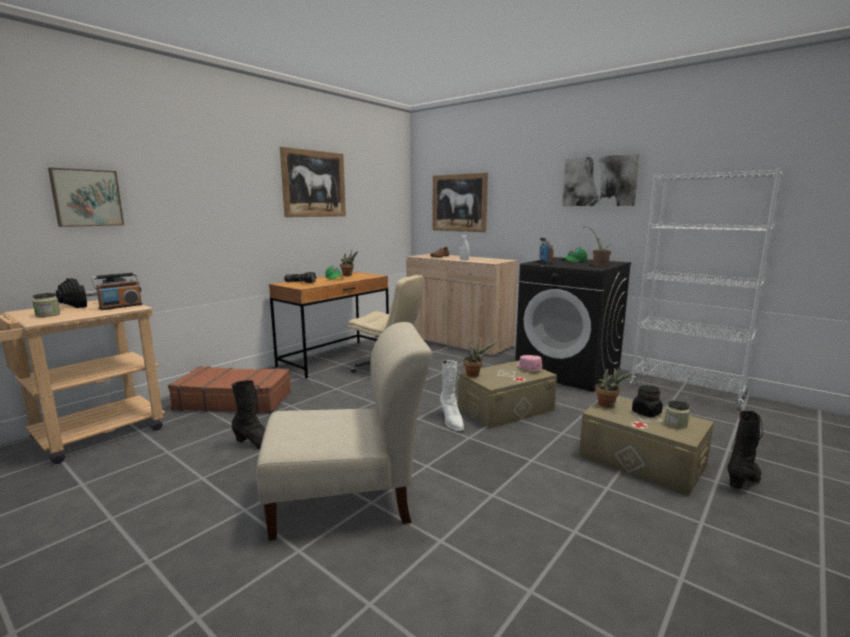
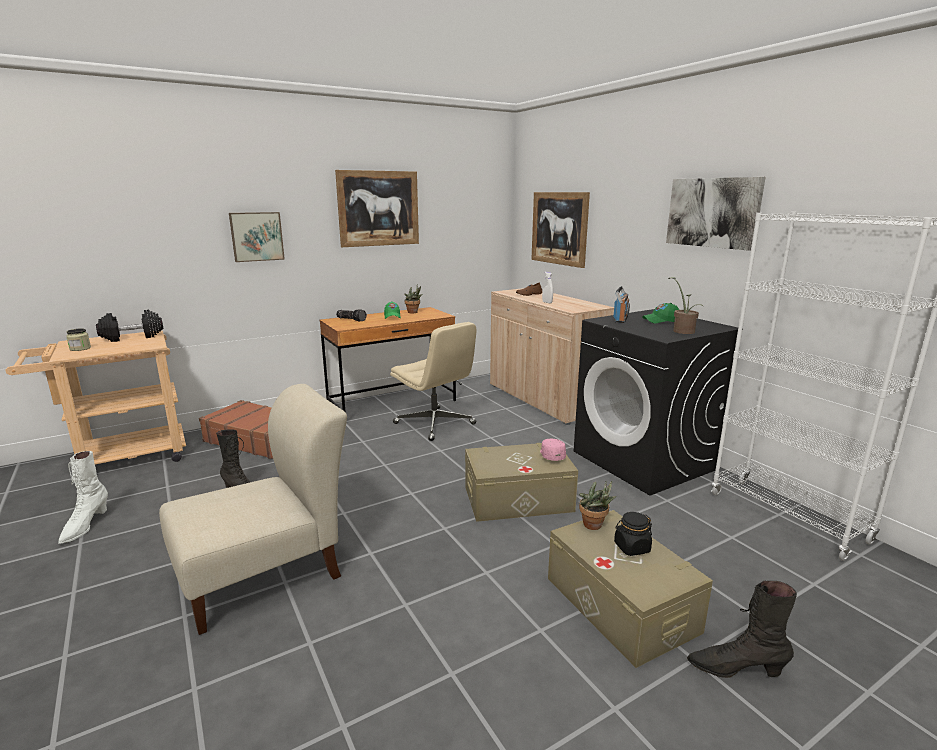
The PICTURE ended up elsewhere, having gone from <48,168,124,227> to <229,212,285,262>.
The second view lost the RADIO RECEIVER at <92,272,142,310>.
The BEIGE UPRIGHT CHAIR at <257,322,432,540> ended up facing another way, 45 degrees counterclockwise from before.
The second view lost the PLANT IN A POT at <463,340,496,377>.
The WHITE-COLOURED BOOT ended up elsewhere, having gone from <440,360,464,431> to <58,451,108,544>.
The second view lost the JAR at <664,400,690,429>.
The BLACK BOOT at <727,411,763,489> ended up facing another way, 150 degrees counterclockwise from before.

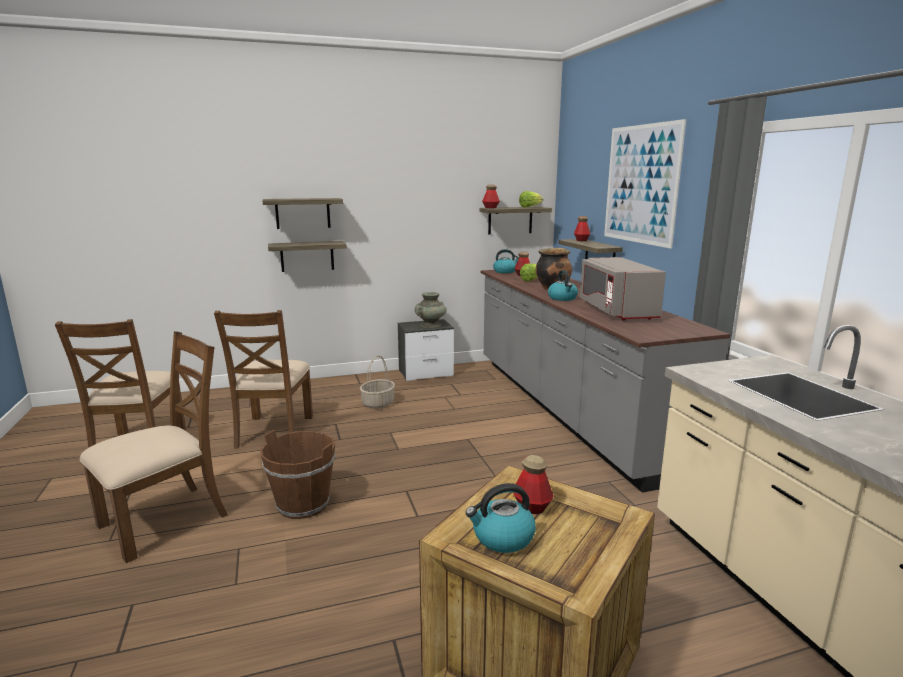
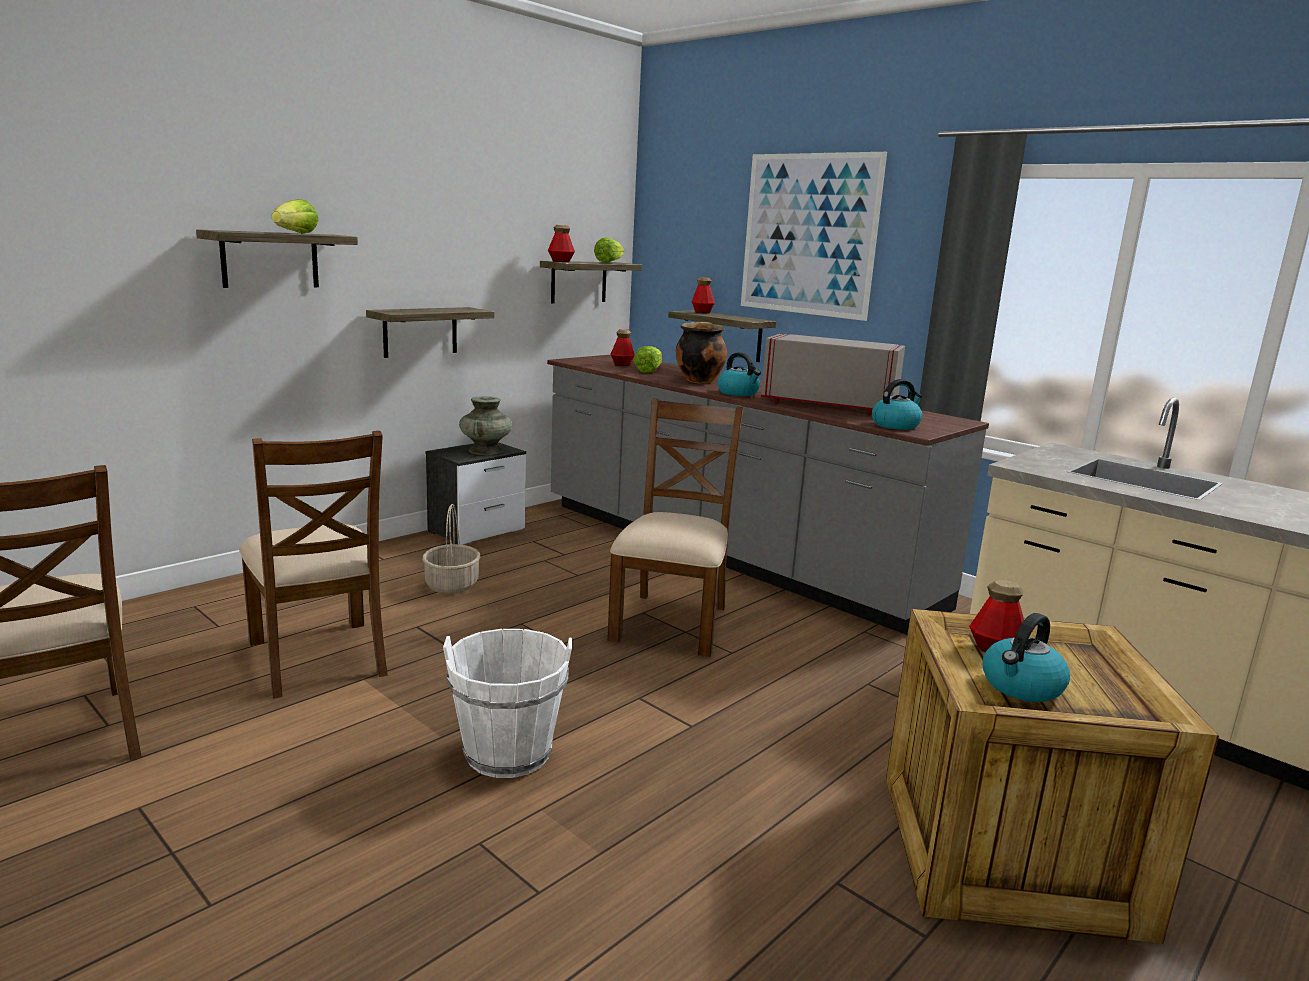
The WALL SHELF ended up elsewhere, having gone from <268,241,347,272> to <366,307,494,358>.
The TEA KETTLE ended up elsewhere, having gone from <493,249,519,273> to <872,379,922,430>.
The GREYISH KITCHEN MICROWAVE at <580,257,666,321> ended up facing another way, 150 degrees clockwise from before.
The BROWN-COLOURED UPRIGHT CHAIR ended up elsewhere, having gone from <80,331,228,563> to <607,398,743,657>.
What was the BROWN-COLOURED PAIL at <260,430,336,519> turned into the WHITE-COLOURED PAIL at <443,629,572,778>.
The second view gained the LETTUCE at <272,199,319,234>.

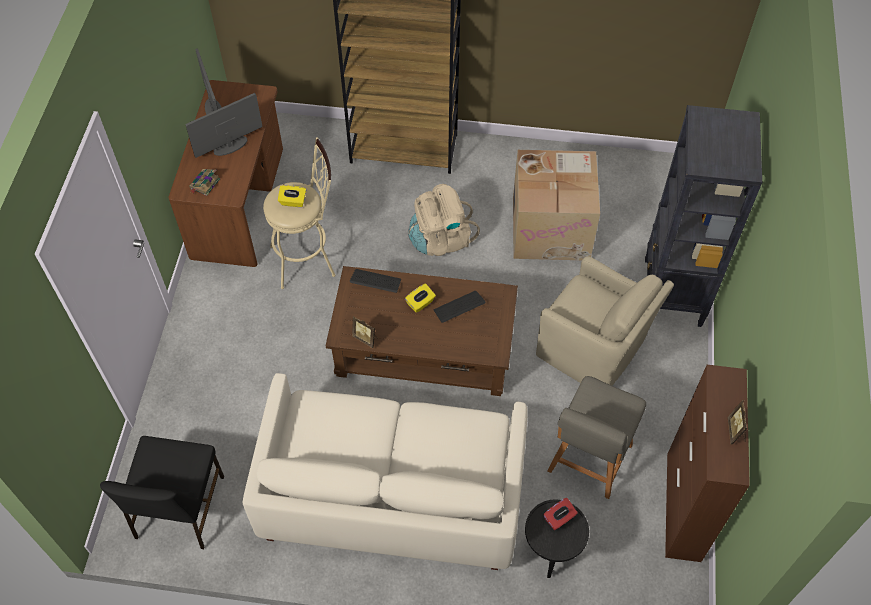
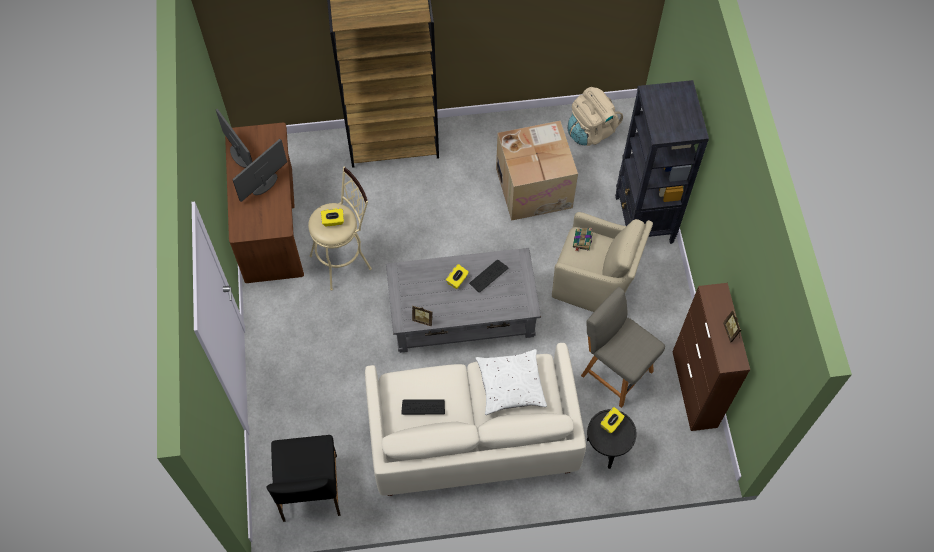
The VOLUME ended up elsewhere, having gone from <189,169,220,196> to <573,228,593,251>.
The BEIGE RUCKSACK ended up elsewhere, having gone from <408,184,480,256> to <568,87,623,146>.
What was the BROWN-COLOURED LOUNGE TABLE at <326,266,518,396> turned into the GREYISH LOUNGE TABLE at <386,248,541,353>.
The KEYBOARD ended up elsewhere, having gone from <350,269,401,293> to <401,399,445,415>.
The GREYISH UPRIGHT CHAIR at <547,376,646,499> ended up facing another way, 120 degrees clockwise from before.
What was the RED BOX OF TISSUES at <543,498,577,530> turned into the YELLOW-COLOURED BOX OF TISSUES at <600,407,625,433>.
The second view gained the WHITE-COLOURED PILLOW at <476,349,547,415>.

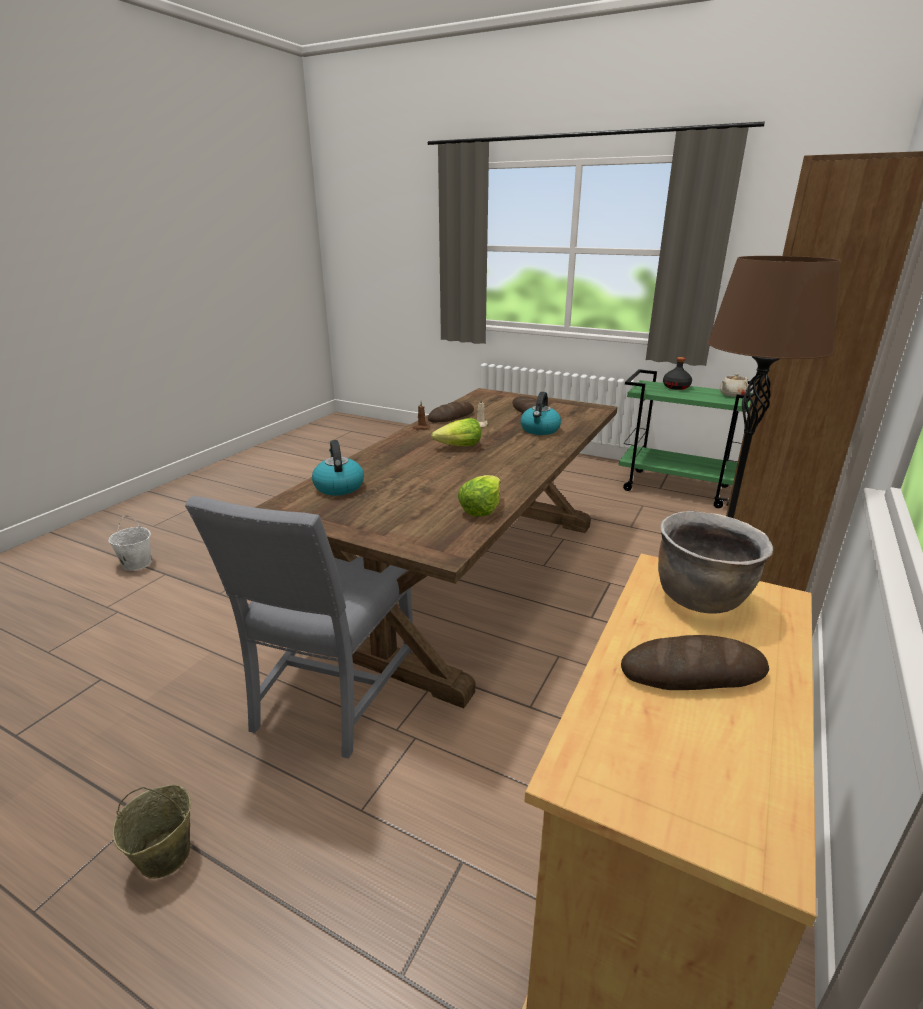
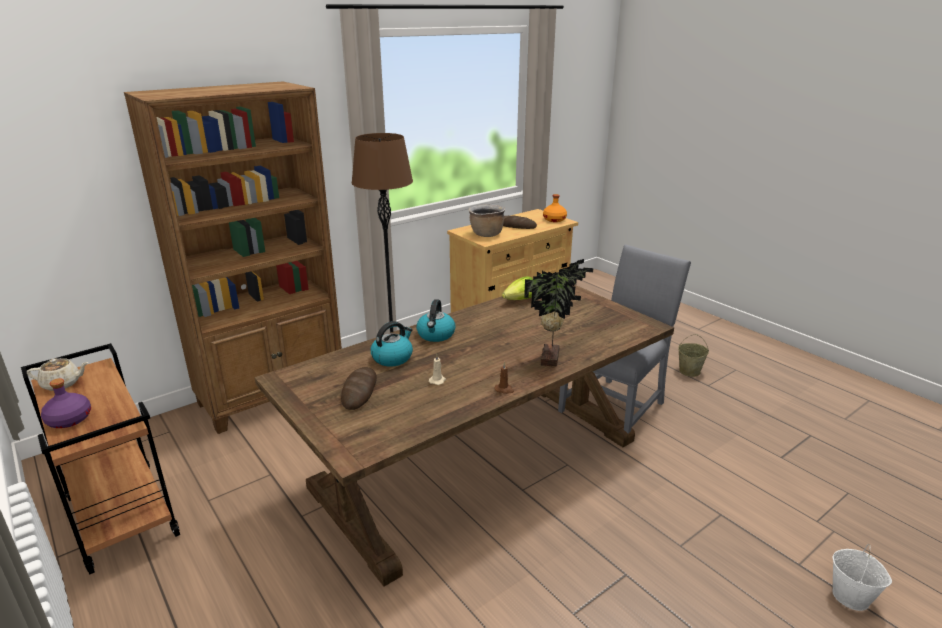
What was the BLACK DRINK BOTTLE at <663,357,692,390> turned into the PURPLE DRINK BOTTLE at <41,378,91,428>.
What was the GREEN WHEELED CART at <619,369,753,508> turned into the BROWN-COLOURED WHEELED CART at <21,343,180,575>.
The second view lost the BREAD at <428,402,474,423>.
The second view lost the LETTUCE at <431,418,481,446>.
The TEA KETTLE ended up elsewhere, having gone from <312,440,364,496> to <416,299,456,342>.
The second view gained the ORANGE DRINK BOTTLE at <543,194,567,222>.
The second view gained the PLANT IN A POT at <524,259,593,367>.

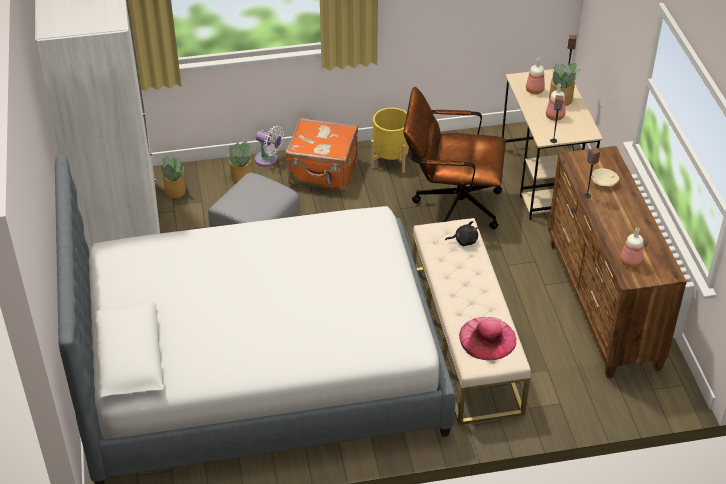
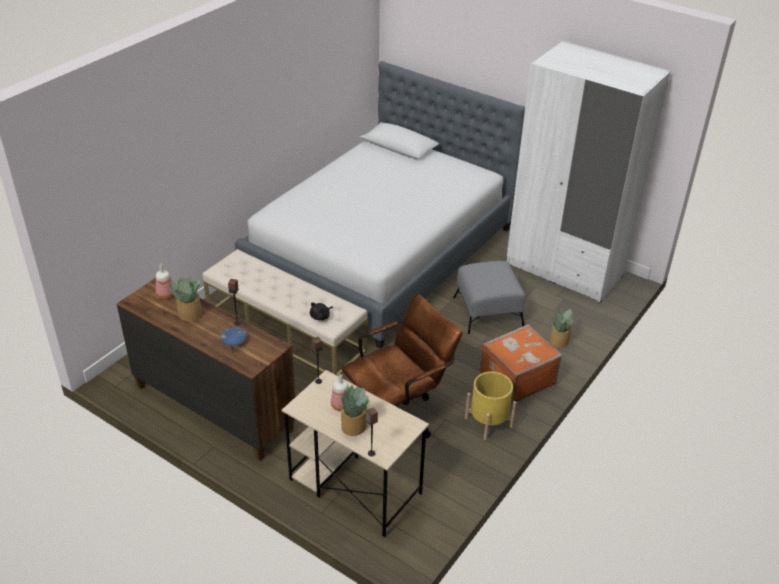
The second view lost the DRINK BOTTLE at <526,58,545,94>.
The second view lost the WHITE-COLOURED ELECTRIC FAN at <255,126,284,166>.
The PLANT IN A POT ended up elsewhere, having gone from <158,155,186,198> to <169,277,202,321>.
What was the BEIGE BOWL at <591,168,619,187> turned into the BLUISH BOWL at <220,328,247,346>.
The second view lost the PINK-COLOURED WEARABLE HAT at <459,317,516,361>.

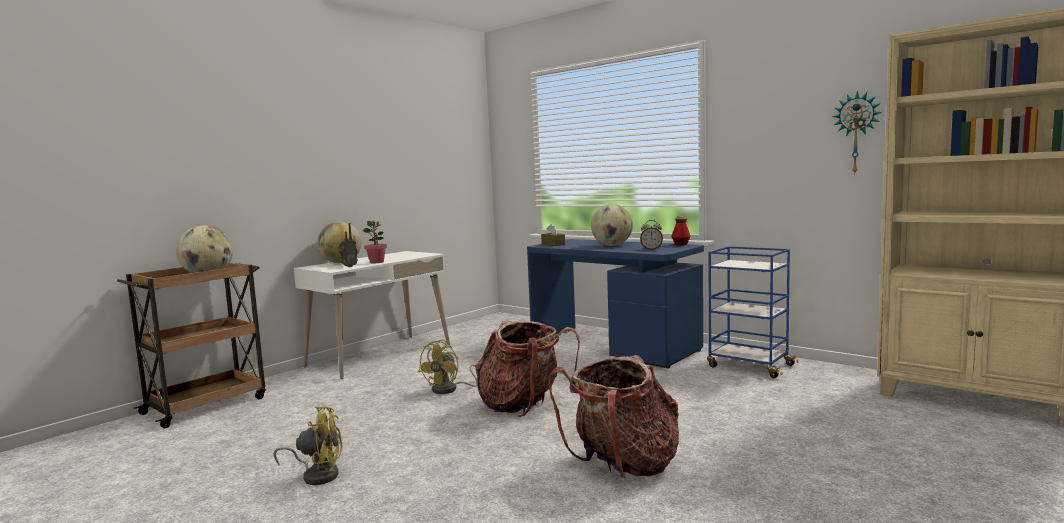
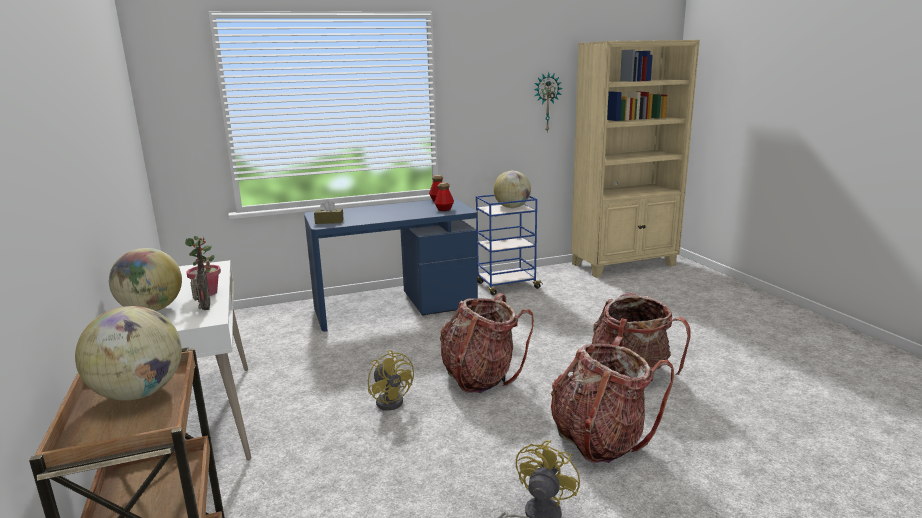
The DESK GLOBE ended up elsewhere, having gone from <591,204,633,246> to <494,171,531,208>.
Where the TABLE CLOCK stood at <640,220,663,250>, the DRINK BOTTLE came to stand at <434,182,454,211>.
The second view gained the RUCKSACK at <551,336,674,463>.

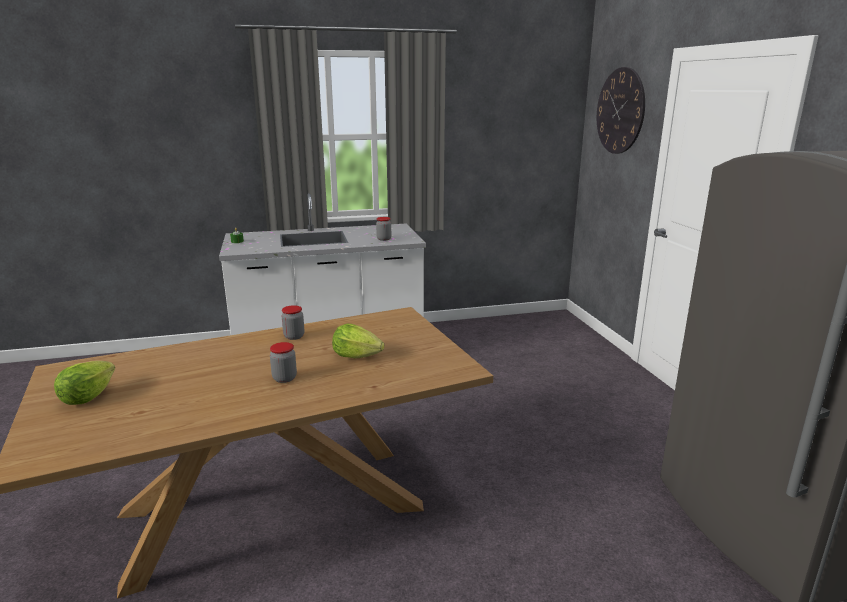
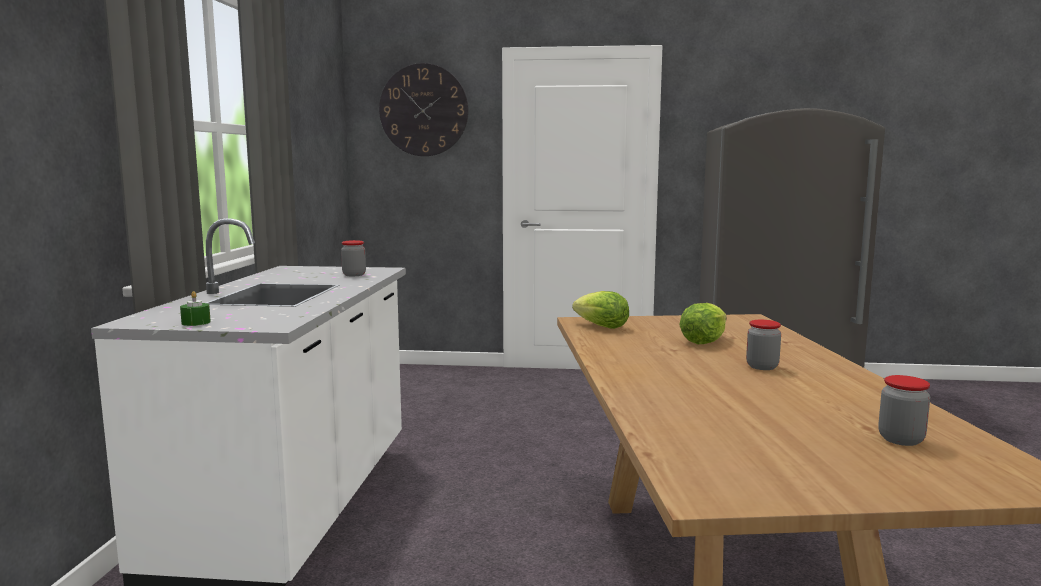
The JAR ended up elsewhere, having gone from <282,305,304,340> to <878,375,930,446>.
The LETTUCE ended up elsewhere, having gone from <54,361,115,405> to <572,291,629,329>.

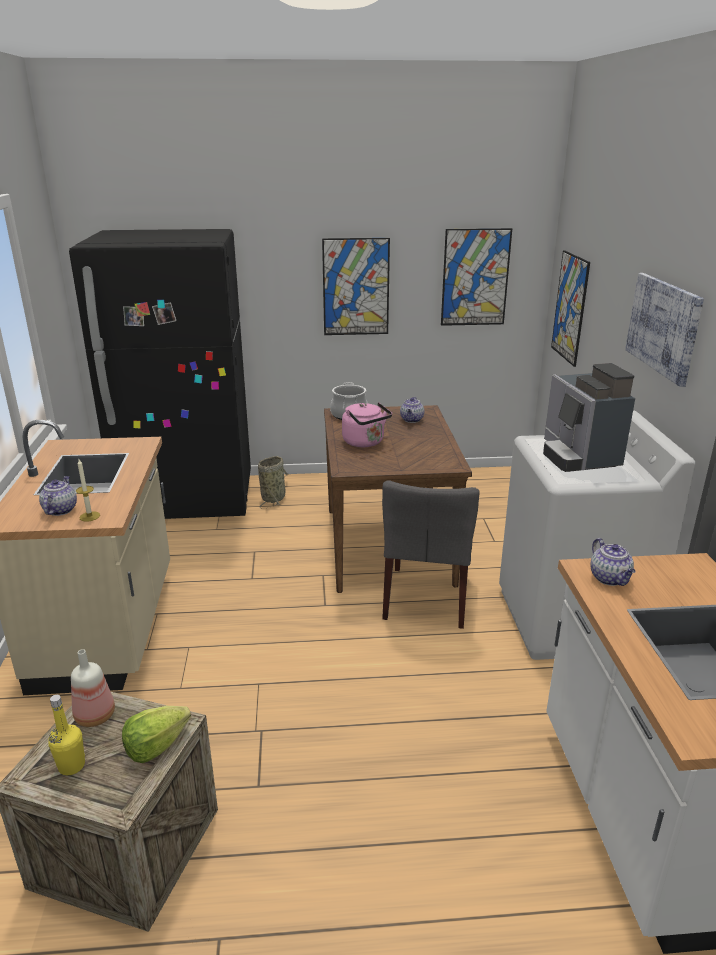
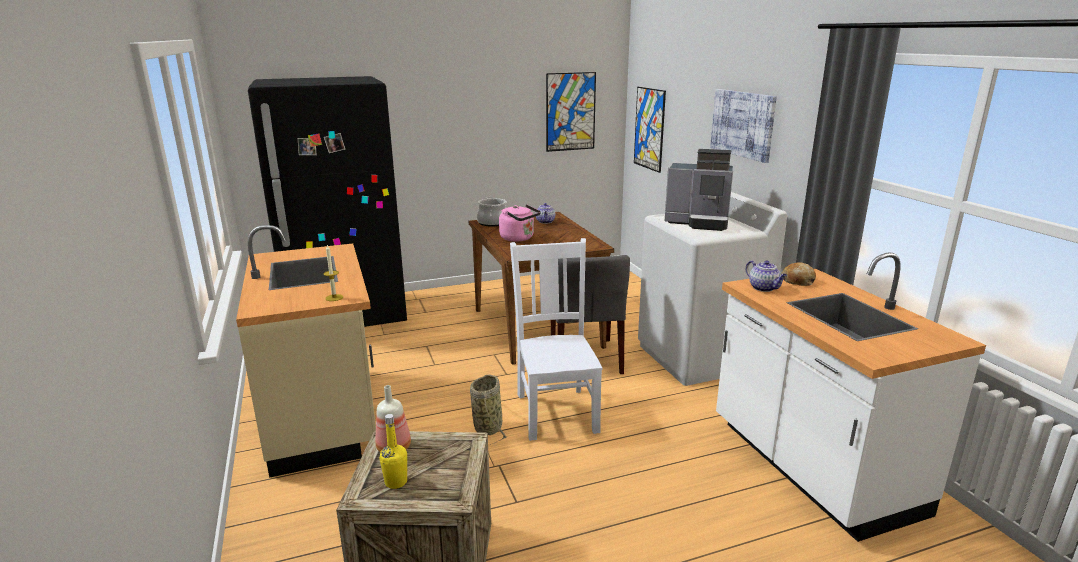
The second view lost the PICTURE at <322,238,390,335>.
The COFFEE MAKER at <543,363,635,472> ended up facing another way, 45 degrees counterclockwise from before.
The STORAGE BASKET ended up elsewhere, having gone from <258,456,288,509> to <470,374,508,445>.
The second view lost the TEA POT at <39,476,77,516>.
The second view lost the LETTUCE at <122,706,191,763>.
The second view gained the WHITE-COLOURED UPRIGHT CHAIR at <510,238,603,441>.
The second view gained the BREAD at <781,262,816,286>.

